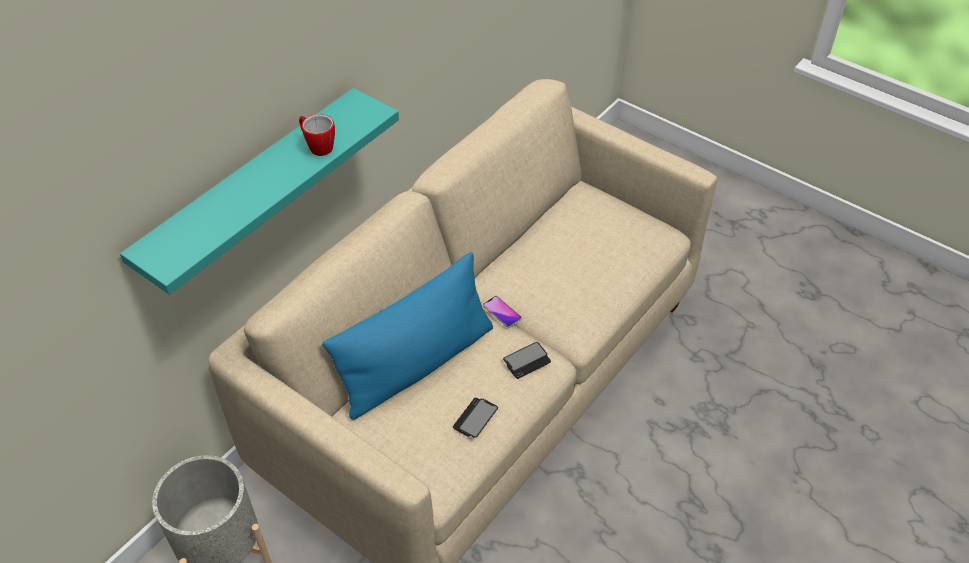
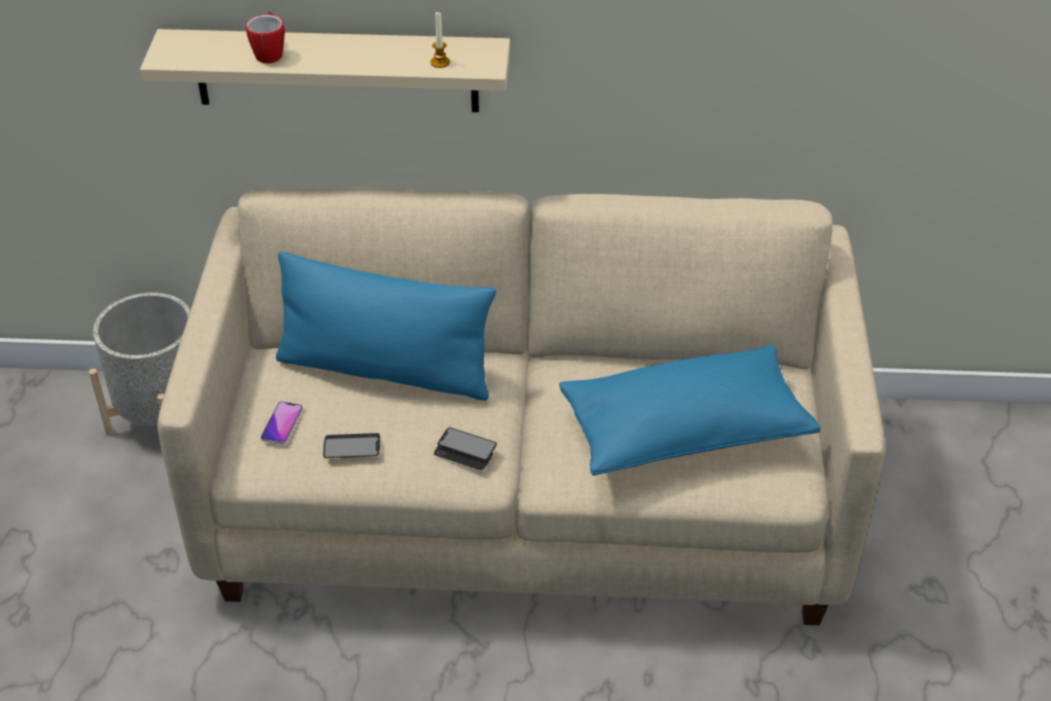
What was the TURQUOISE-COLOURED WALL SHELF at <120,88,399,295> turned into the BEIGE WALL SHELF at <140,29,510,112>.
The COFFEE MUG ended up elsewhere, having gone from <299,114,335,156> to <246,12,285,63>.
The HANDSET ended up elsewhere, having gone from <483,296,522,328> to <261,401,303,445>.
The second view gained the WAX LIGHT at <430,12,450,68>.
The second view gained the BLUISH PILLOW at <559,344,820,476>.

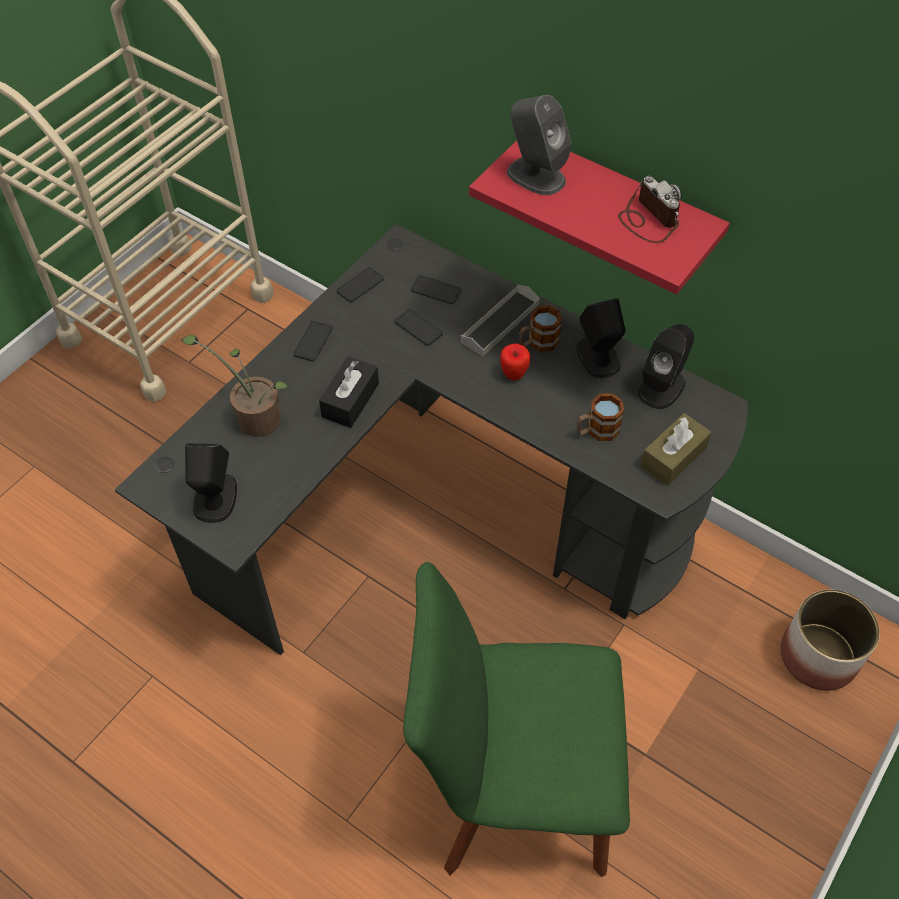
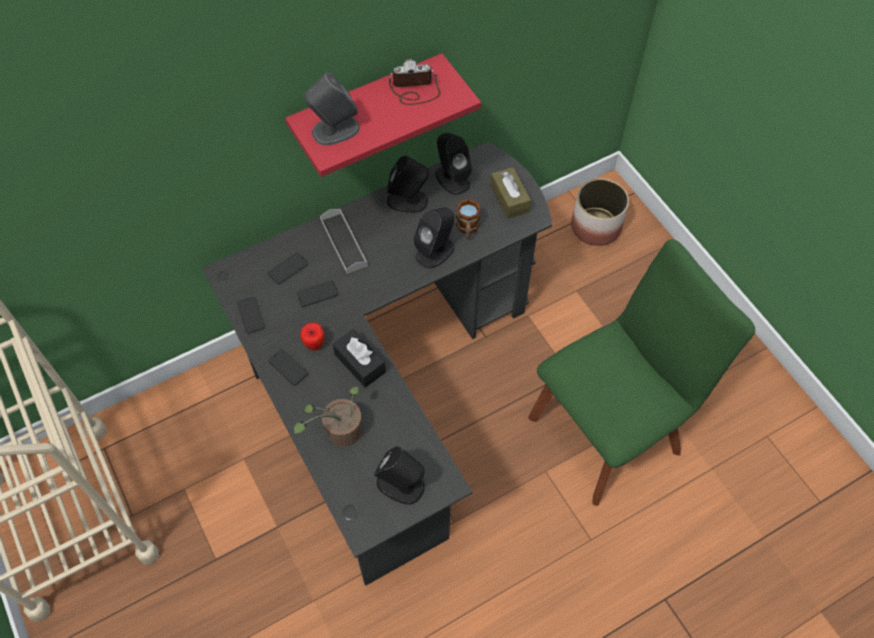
The second view lost the COFFEE MUG at <519,305,562,352>.
The APPLE ended up elsewhere, having gone from <500,344,530,380> to <300,322,325,350>.
The GREEN UPRIGHT CHAIR at <403,562,630,877> ended up facing another way, 150 degrees counterclockwise from before.
The second view gained the BLACK SPEAKER at <414,207,455,269>.

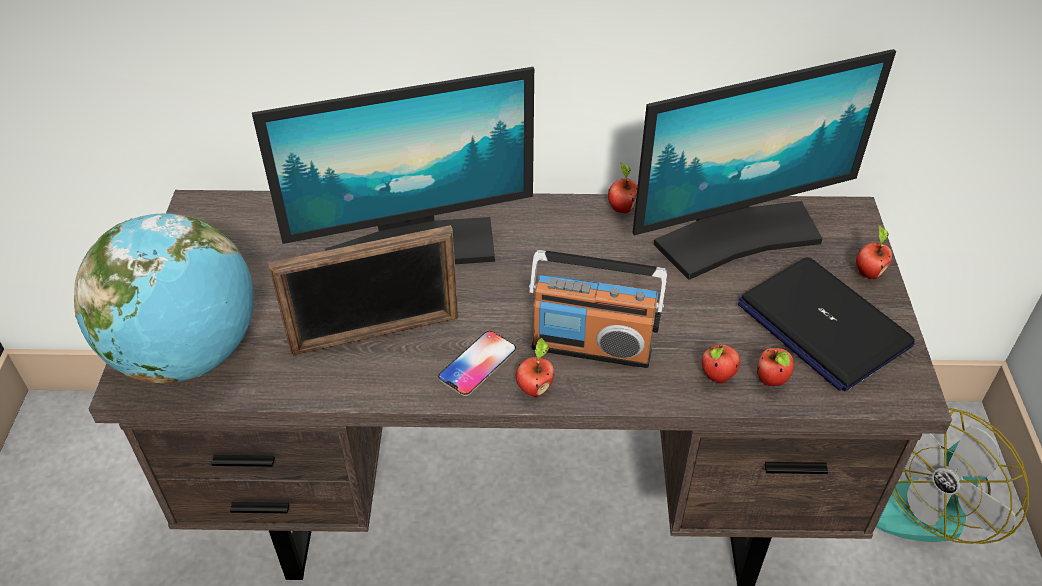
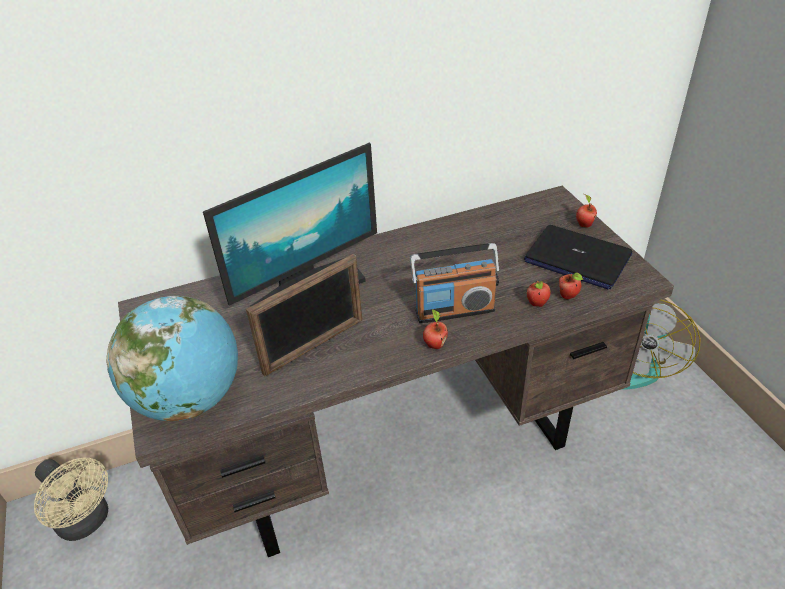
The second view lost the MONITOR at <633,49,896,280>.
The second view lost the APPLE at <608,162,638,213>.
The second view lost the HANDSET at <438,331,516,396>.
The second view gained the BEIGE ELECTRIC FAN at <34,458,108,541>.

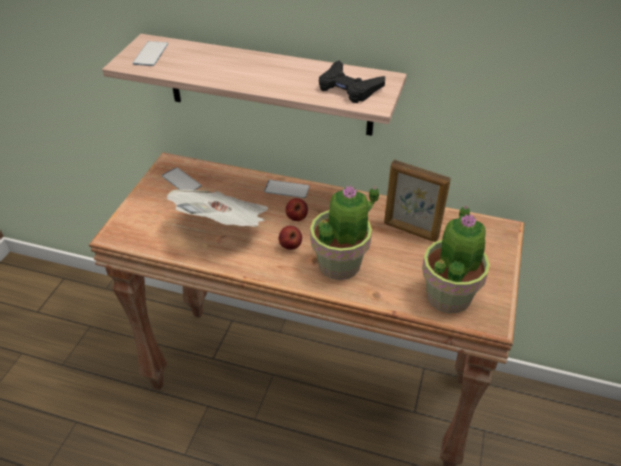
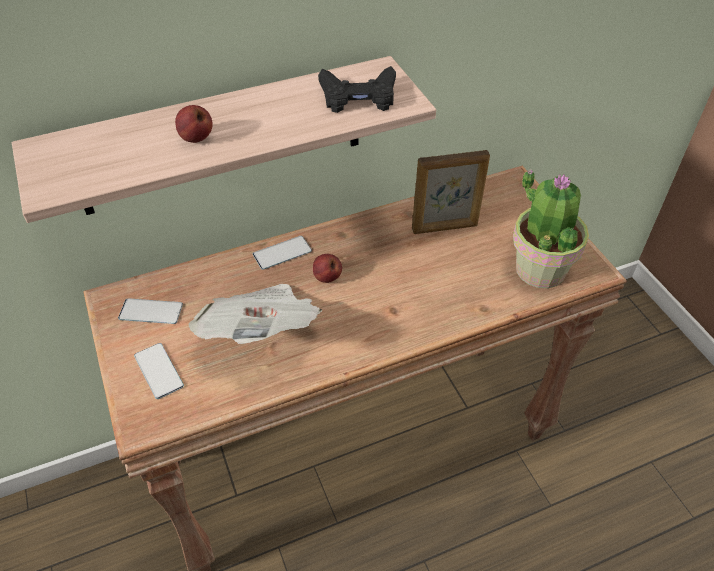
The HANDSET ended up elsewhere, having gone from <133,41,168,66> to <134,343,184,399>.
The second view lost the PLANT IN A POT at <310,185,379,280>.
The APPLE ended up elsewhere, having gone from <279,226,302,250> to <175,105,213,143>.

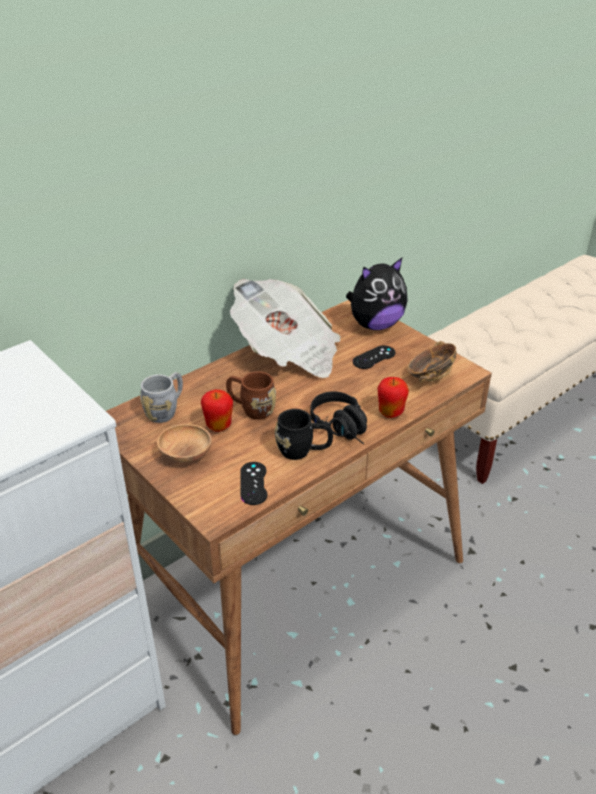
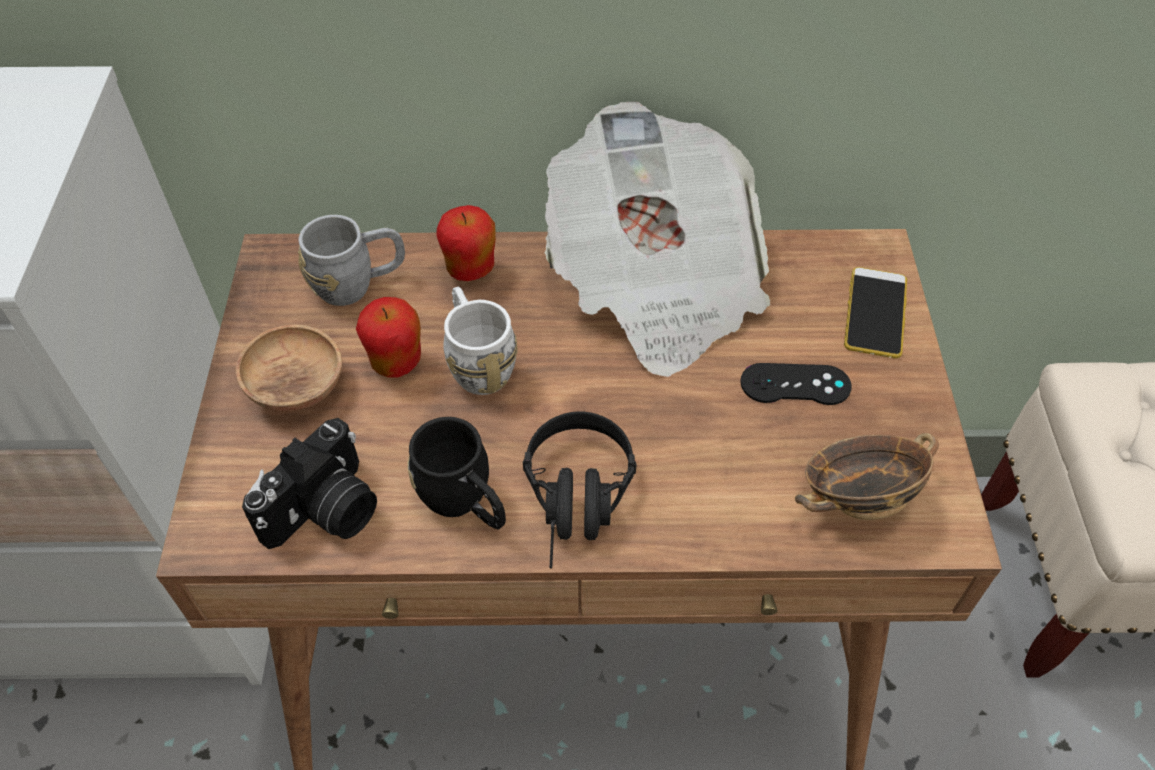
Where the CUDDLY TOY stood at <346,258,408,330>, the HANDSET came to stand at <844,267,907,358>.
What was the BROWN-COLOURED COFFEE MUG at <226,371,276,420> turned into the WHITE-COLOURED COFFEE MUG at <443,287,517,395>.
The APPLE ended up elsewhere, having gone from <378,377,409,418> to <437,205,496,281>.
Where the BLACK JOYPAD stood at <240,462,267,505>, the PHOTO CAMERA came to stand at <242,418,377,549>.

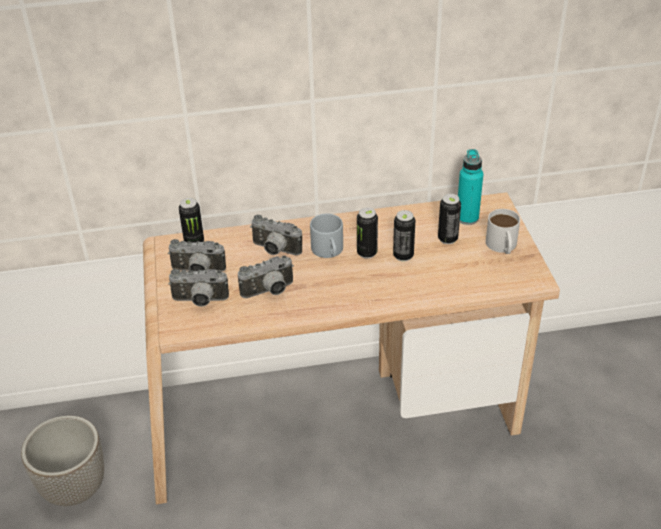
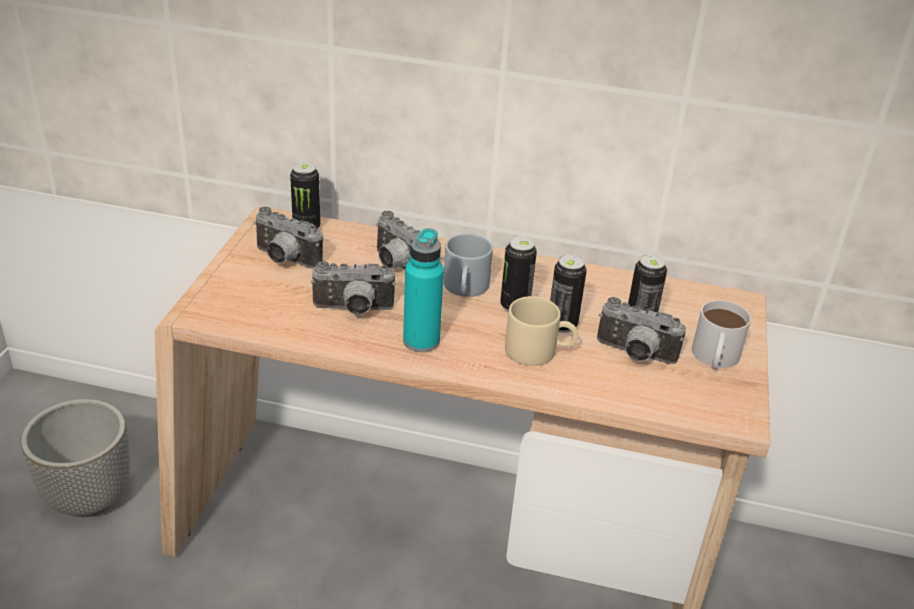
The TURQUOISE-COLOURED DRINK BOTTLE ended up elsewhere, having gone from <458,149,483,225> to <403,228,444,352>.
The PHOTO CAMERA ended up elsewhere, having gone from <168,269,229,307> to <597,297,686,364>.
The second view gained the BEIGE COFFEE MUG at <505,296,578,366>.

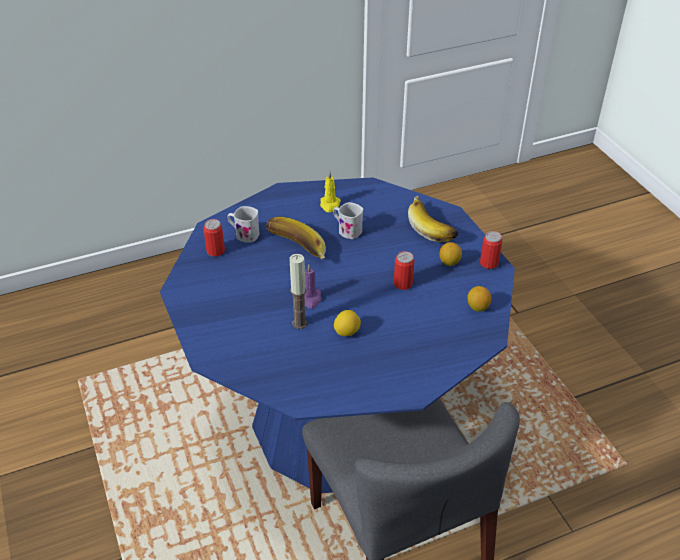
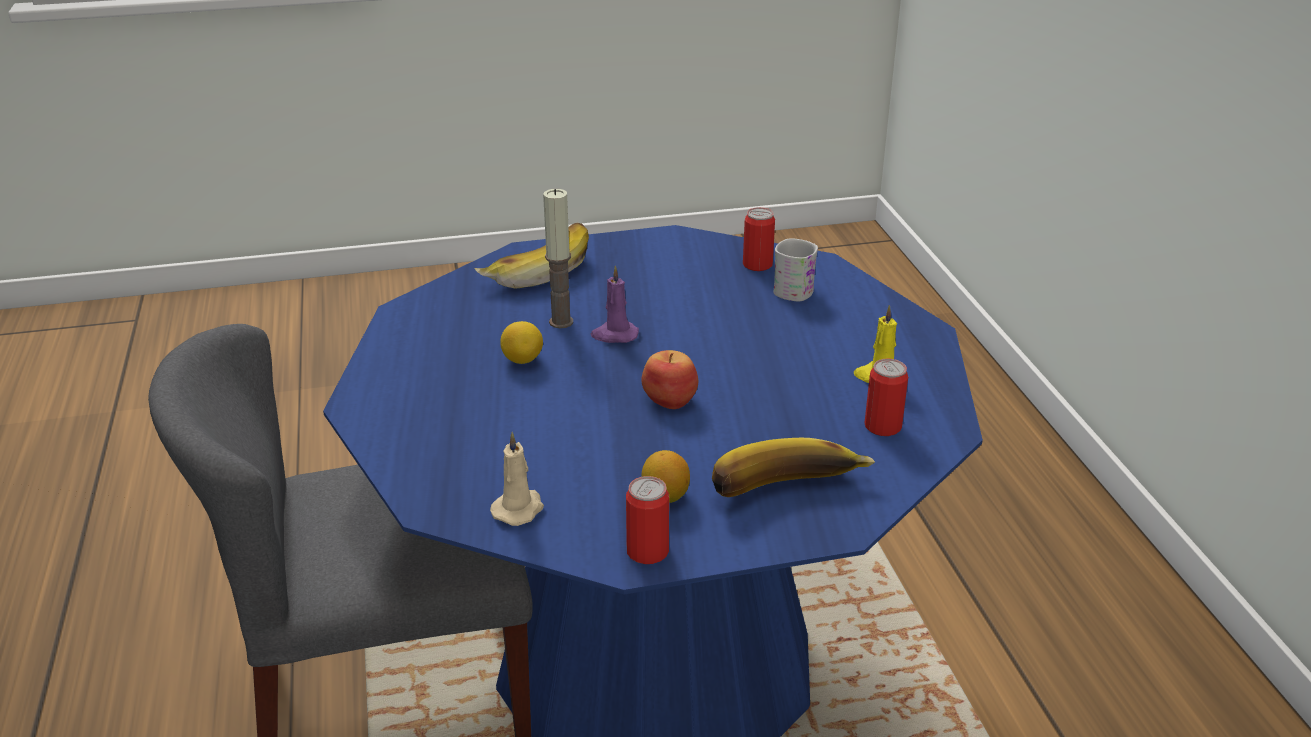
The second view lost the WHITE-COLOURED COFFEE MUG at <333,202,363,239>.
The WHOLE BANANA ended up elsewhere, having gone from <266,217,326,260> to <474,223,589,289>.
The SEALED CAN ended up elsewhere, having gone from <394,251,415,290> to <864,359,908,436>.
Where the CITRUS FRUIT stood at <467,286,491,312>, the BEIGE WAX LIGHT came to stand at <490,432,544,526>.
The second view gained the APPLE at <641,350,698,409>.

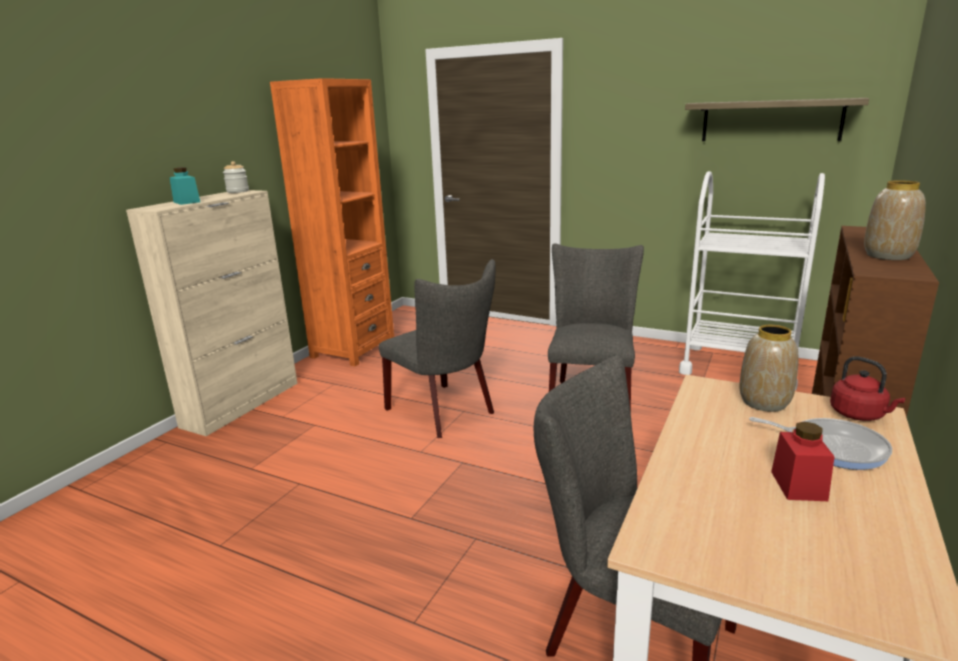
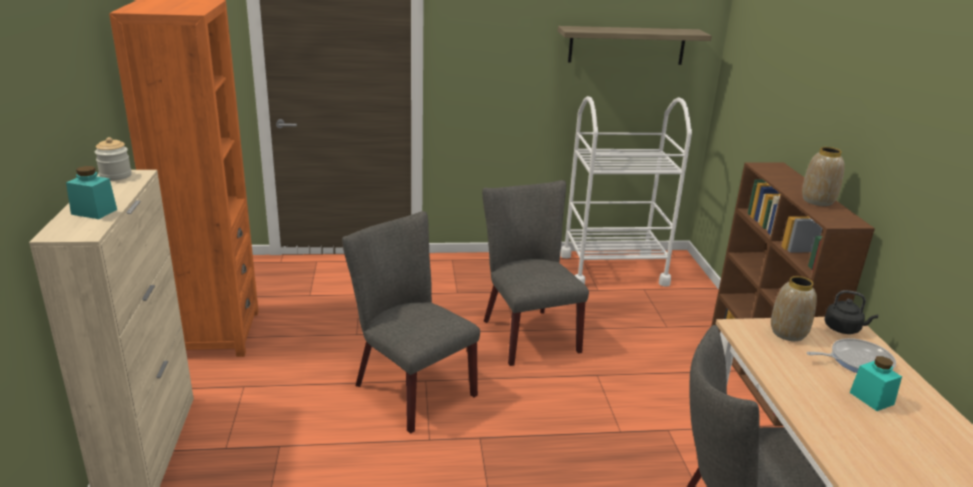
The GREYISH UPRIGHT CHAIR at <379,259,496,438> ended up facing another way, 150 degrees counterclockwise from before.
What was the RED TEA KETTLE at <830,356,905,421> turned into the BLACK TEA KETTLE at <824,290,878,334>.
What was the RED JAR at <771,422,835,501> turned into the TURQUOISE-COLOURED JAR at <850,356,902,411>.

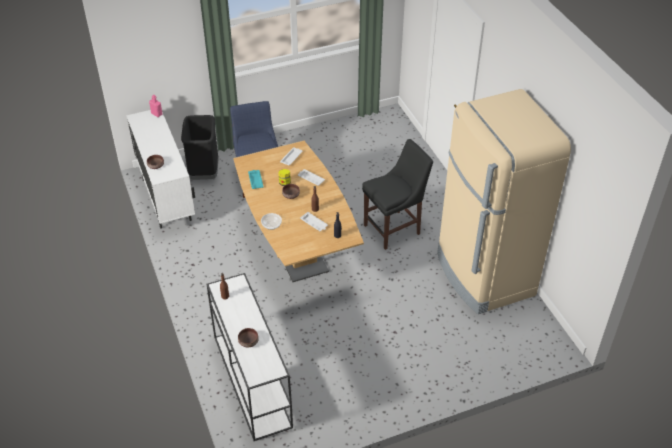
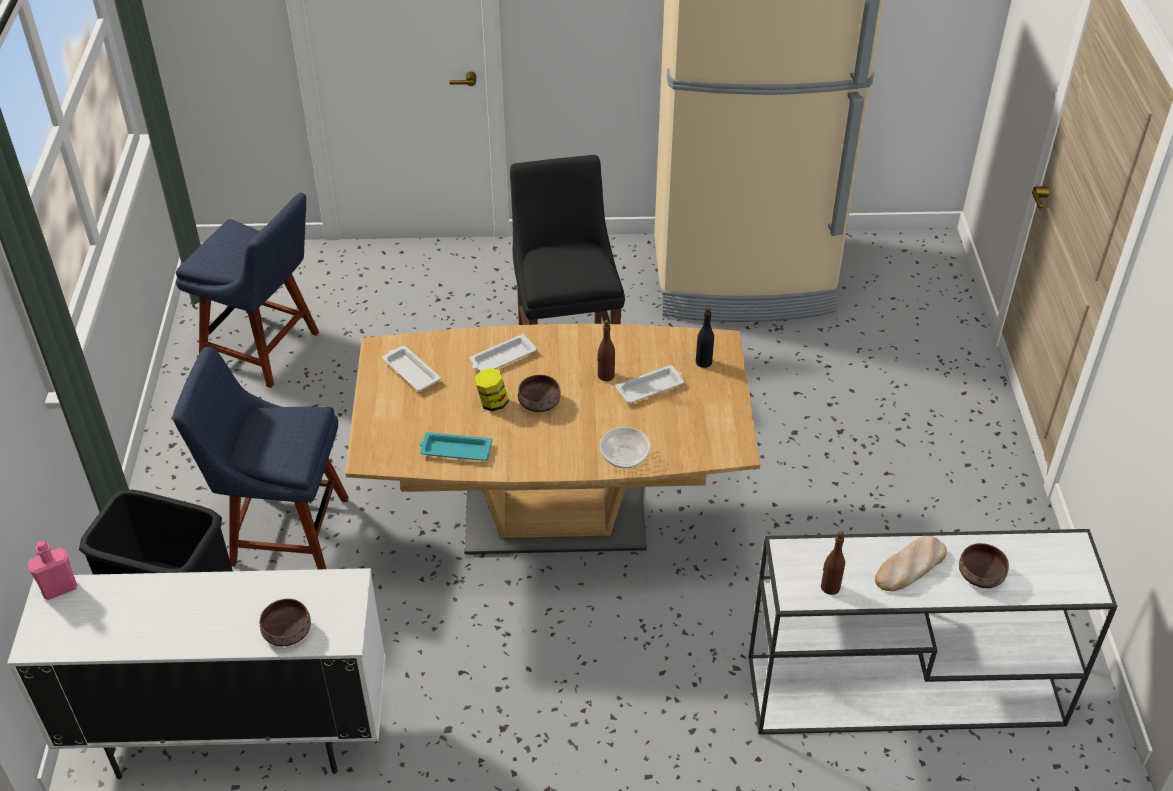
The second view gained the BLUISH UPRIGHT CHAIR at <176,193,319,388>.
The second view gained the BREAD at <875,536,947,591>.

